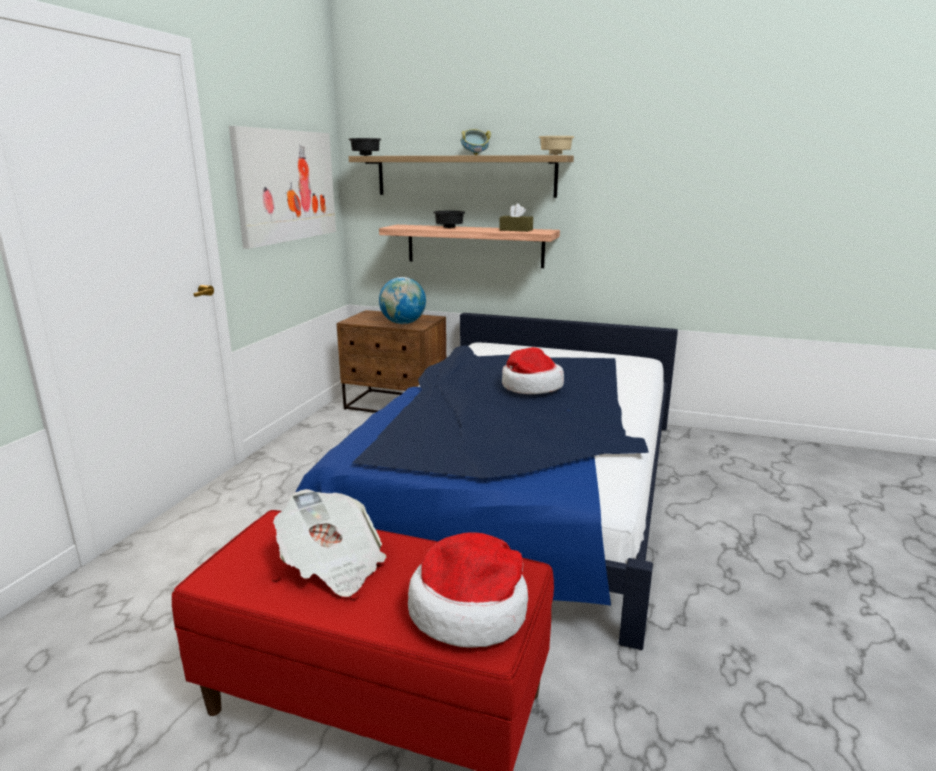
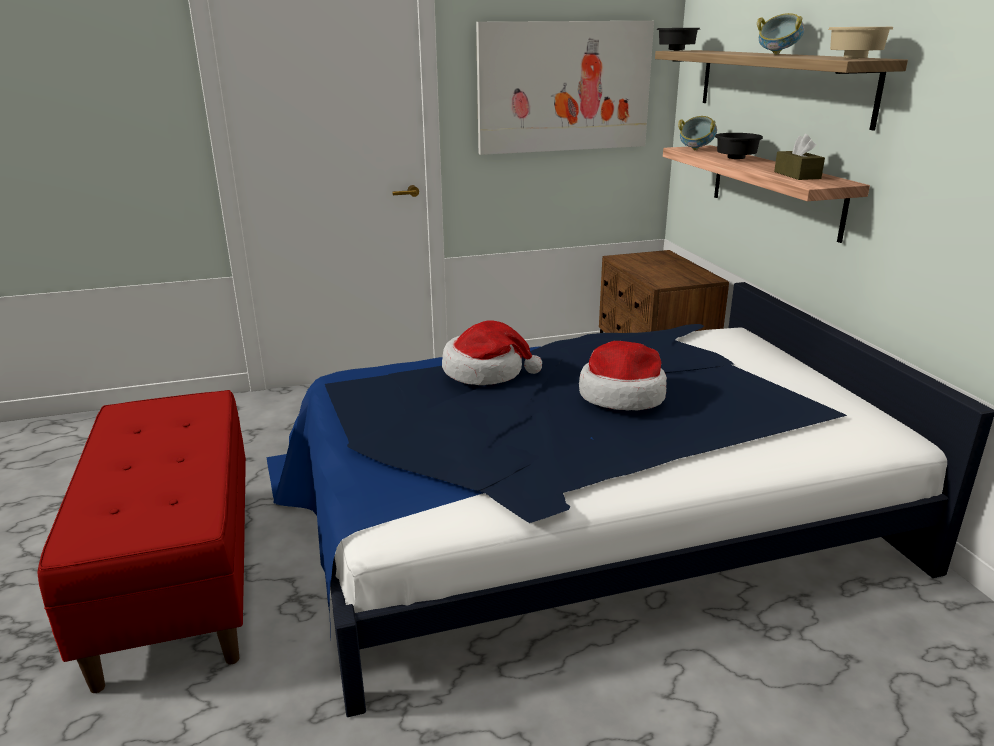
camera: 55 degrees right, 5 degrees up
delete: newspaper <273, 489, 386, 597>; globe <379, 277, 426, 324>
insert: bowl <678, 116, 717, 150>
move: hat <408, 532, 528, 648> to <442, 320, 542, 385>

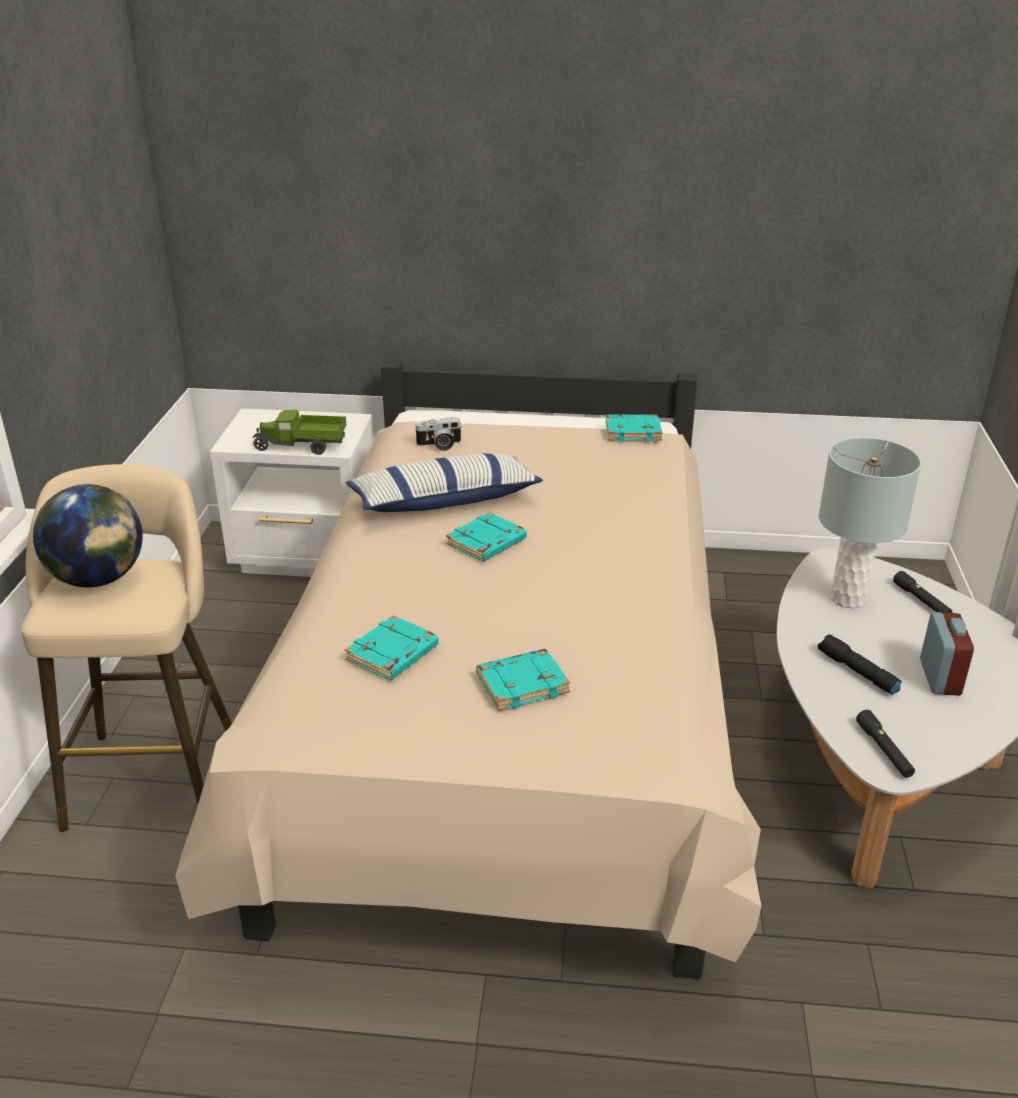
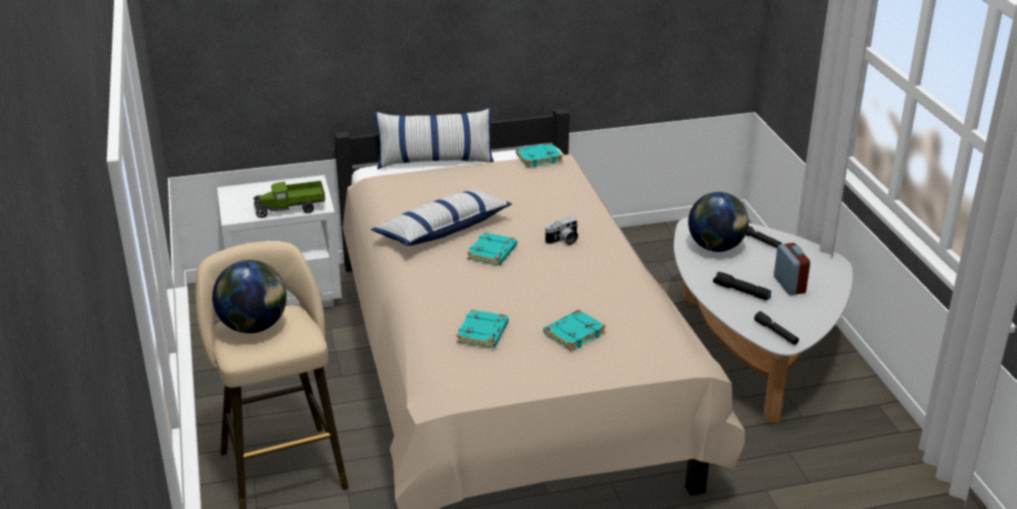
camera: 20 degrees left, 0 degrees up
insert: pillow <374, 108, 494, 169>
move: photo camera <414, 417, 462, 451> to <545, 216, 578, 245>
replace: grey table lamp <819, 437, 921, 609> to globe <688, 192, 749, 252>

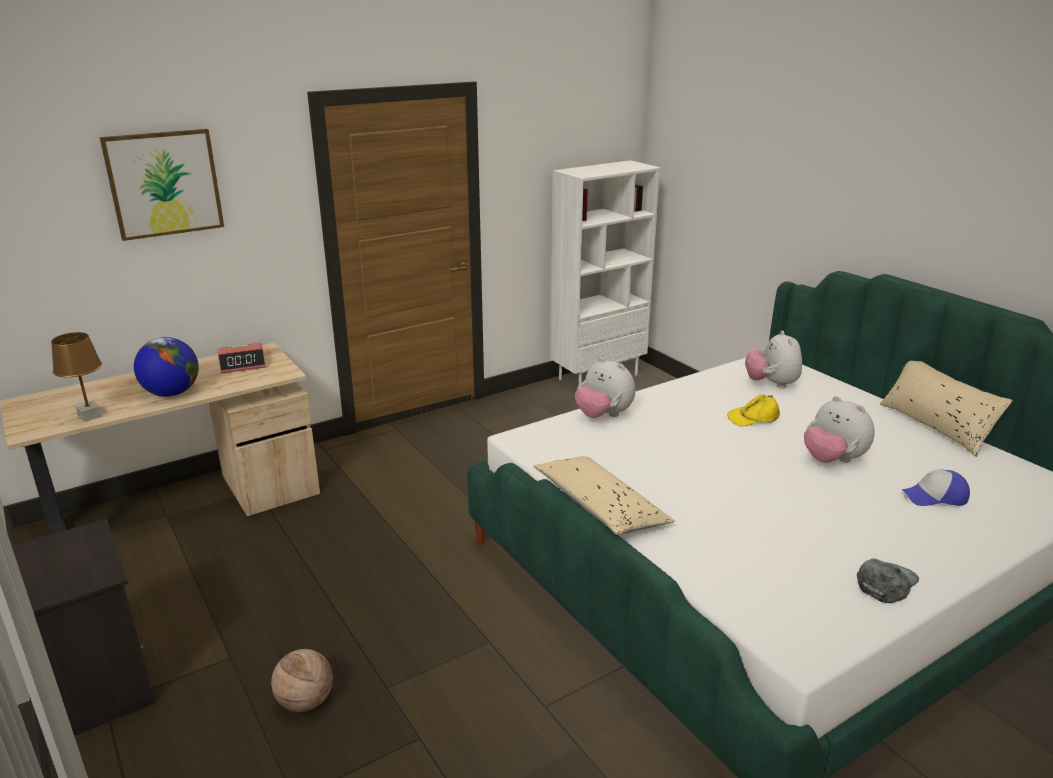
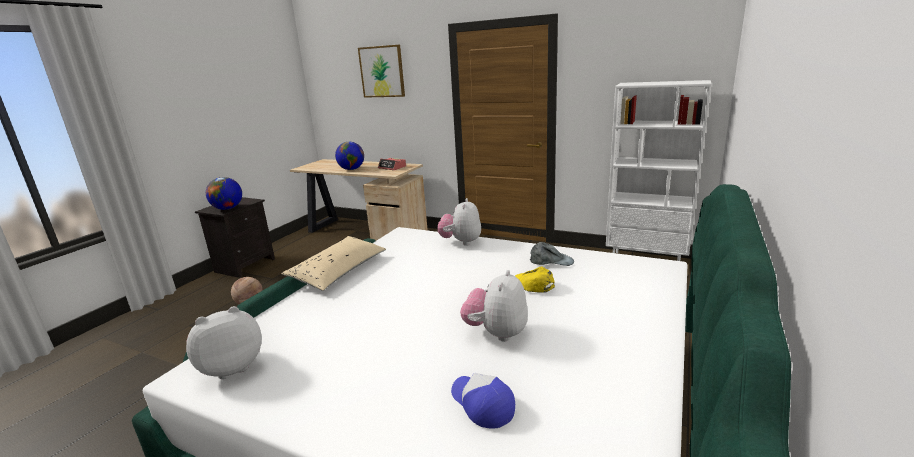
camera: 60 degrees right, 5 degrees down
delete: brown table lamp <51, 332, 102, 422>; beige pillow <880, 361, 1013, 457>
insert: globe <206, 177, 242, 210>
move: plush toy <745, 331, 802, 389> to <186, 306, 262, 379>; grey cap <857, 558, 919, 603> to <530, 242, 574, 266>

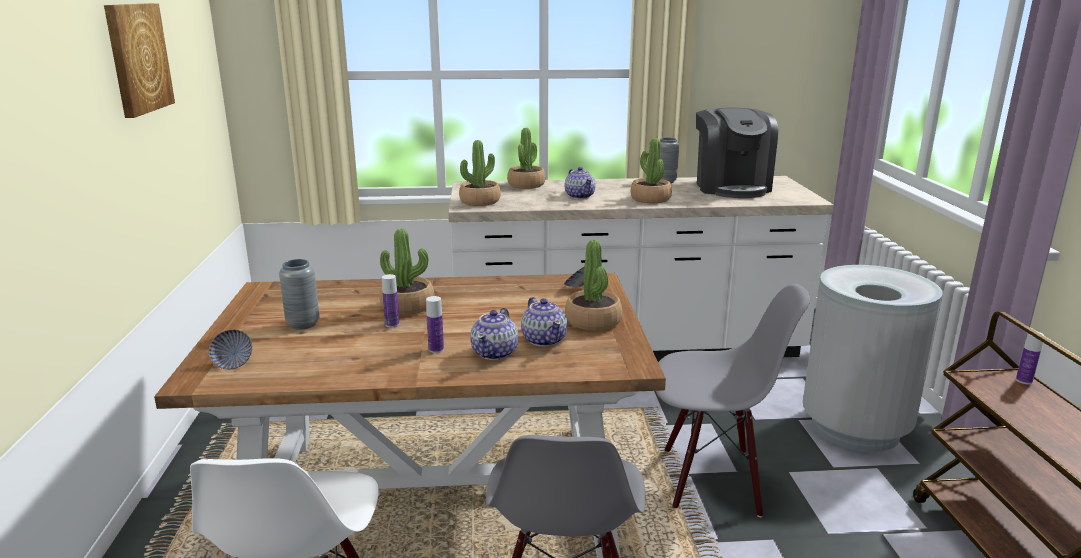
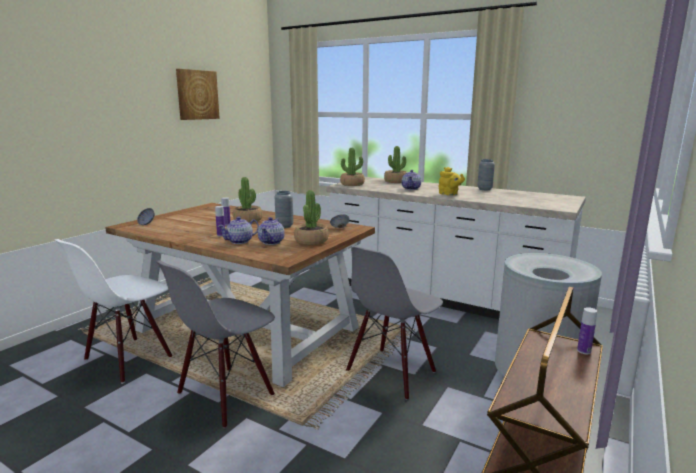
camera: 35 degrees right, 5 degrees down
delete: coffee machine <696, 108, 778, 198>
move: grey vase <279, 259, 320, 330> to <275, 191, 293, 228>
replace: potted plant <631, 138, 672, 203> to yellow teapot <439, 167, 465, 196>
rotate: grey chair <656, 284, 810, 518> = <346, 247, 443, 400> 90 degrees clockwise

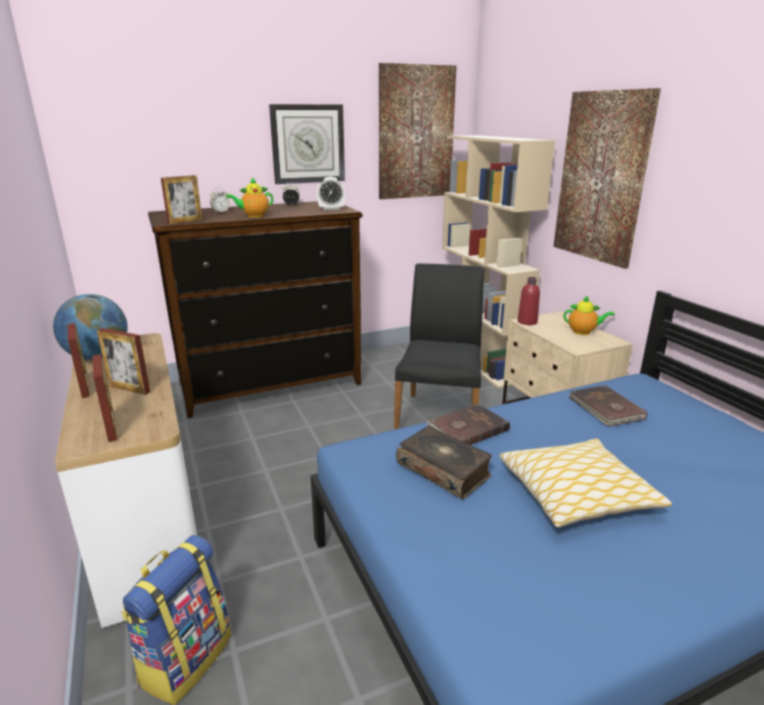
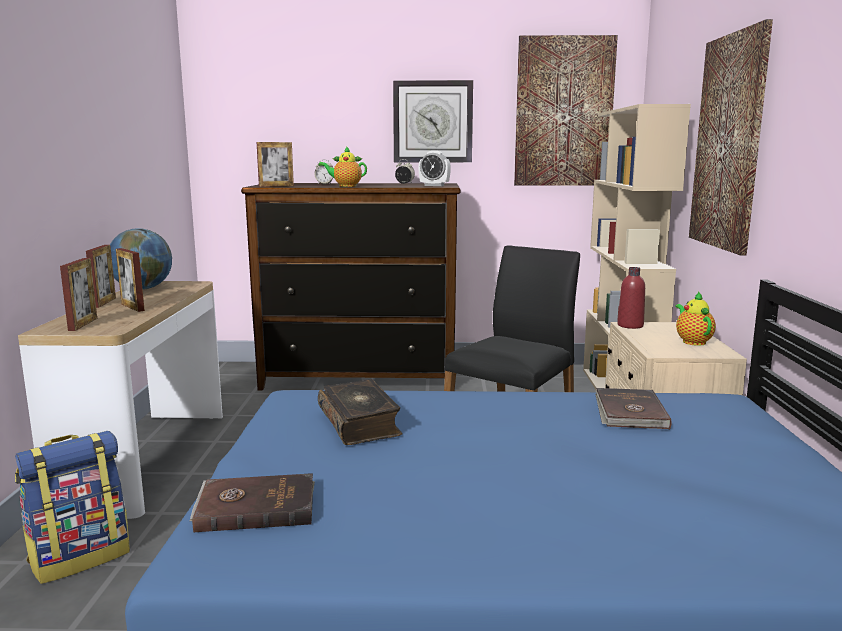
camera: 25 degrees right, 10 degrees down
delete: pillow <500, 439, 672, 528>
move: brown book <426, 404, 510, 445> to <190, 473, 315, 532>
rotate: teapot <564, 296, 615, 335> = <675, 291, 716, 346> 135 degrees counterclockwise

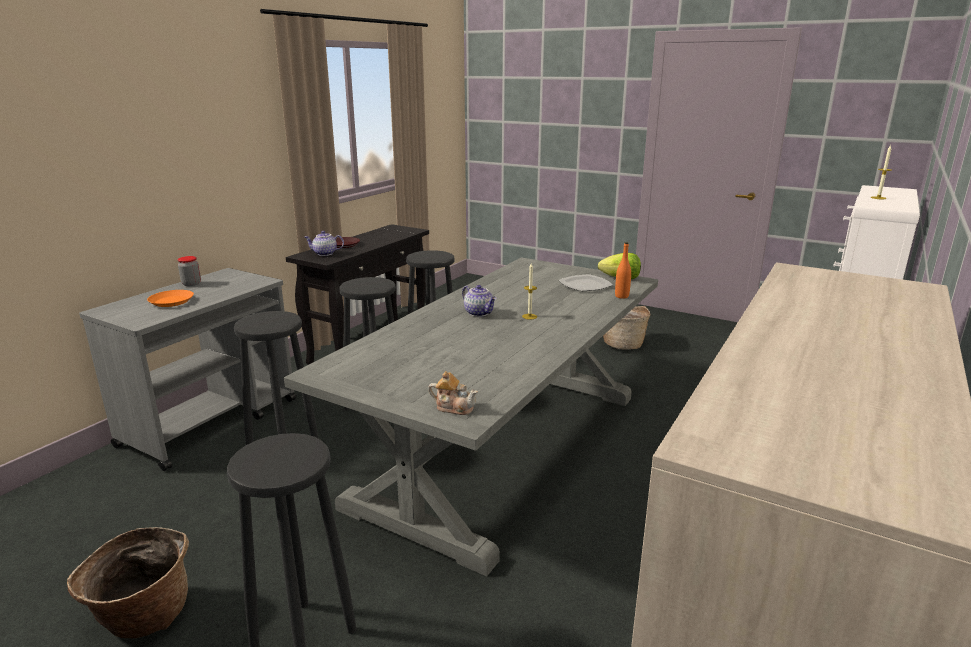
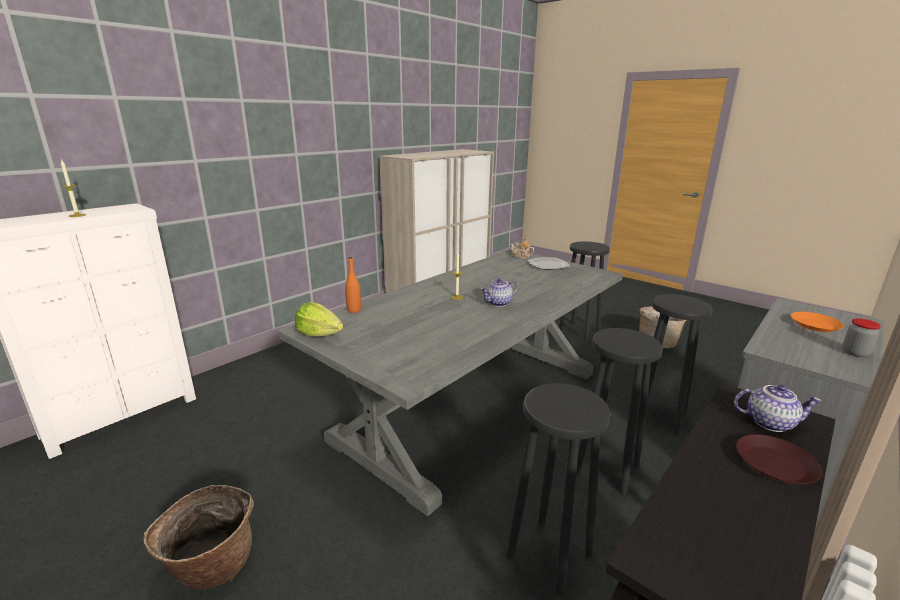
camera: 170 degrees left, 0 degrees up
move: plate <559, 274, 613, 291> to <528, 257, 570, 270>
rotate: teapot <462, 285, 497, 317> = <481, 278, 518, 307> 90 degrees counterclockwise

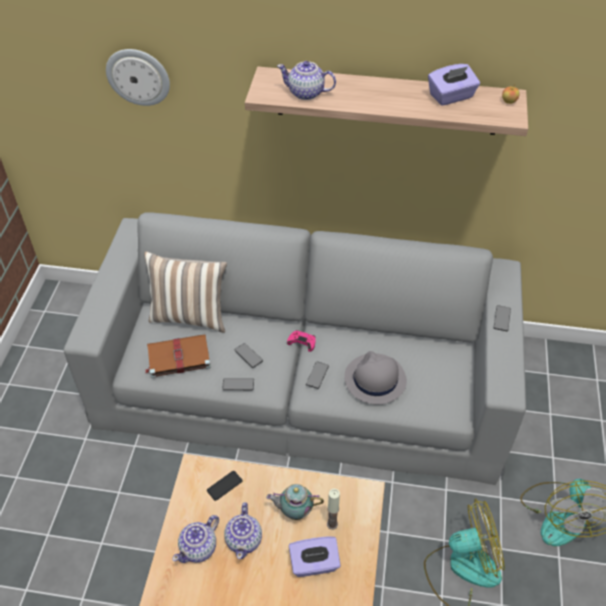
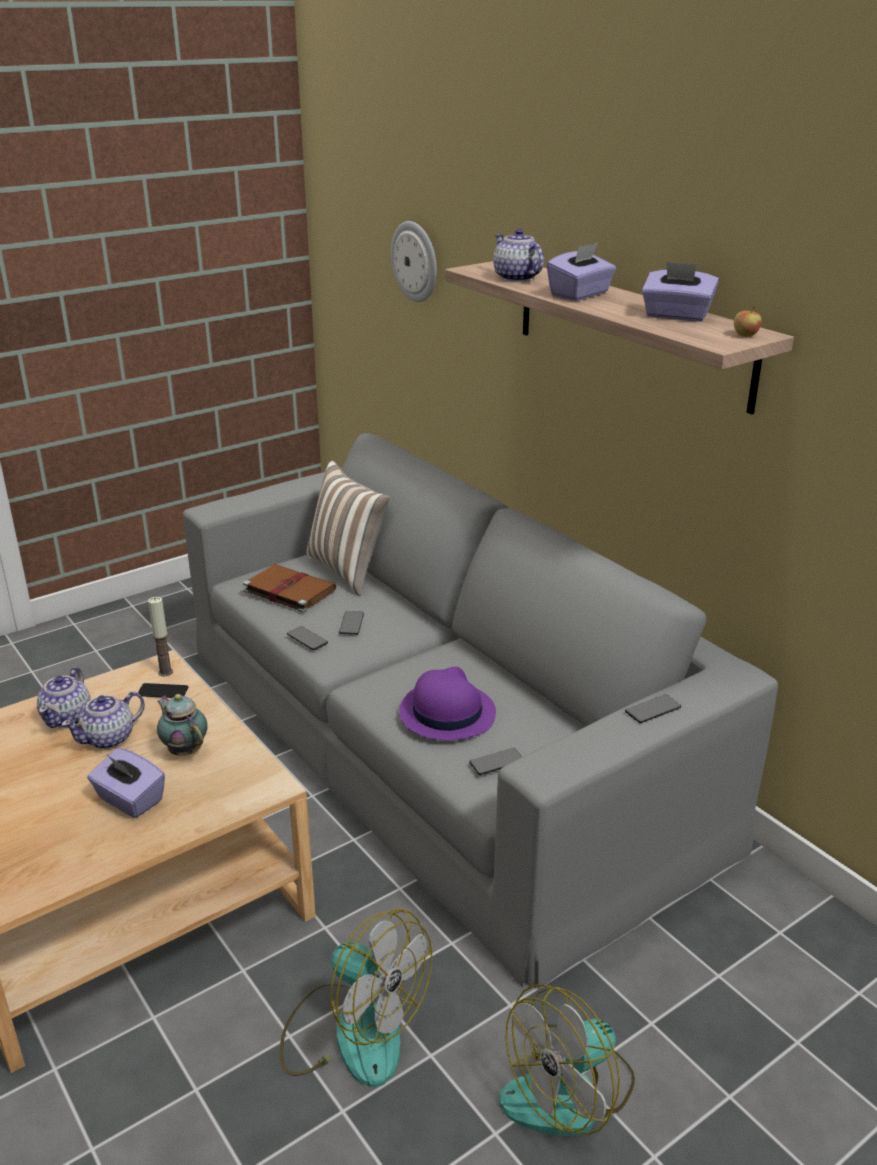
camera: 45 degrees right, 20 degrees down
delete: pink game controller <287, 330, 316, 352>
insert: purple tissue box <547, 243, 616, 301>
move: phone <306, 361, 329, 389> to <470, 748, 522, 775>; candle <327, 488, 340, 530> to <148, 597, 173, 677>
recolor: grey hat <344, 351, 407, 404> to purple hat <399, 667, 496, 740>
rotate: teapot <173, 515, 219, 563> = <37, 667, 91, 728> 75 degrees counterclockwise

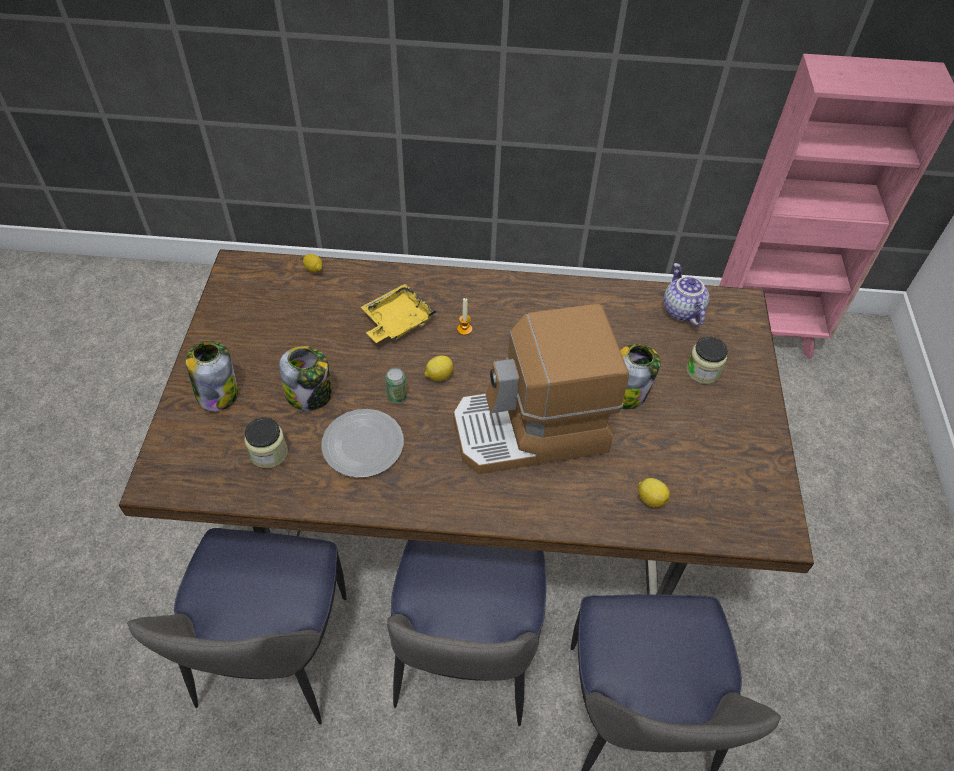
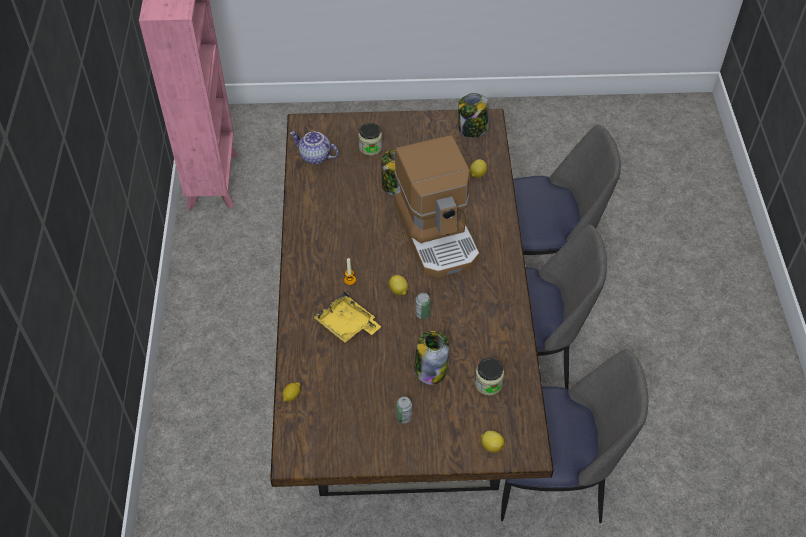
camera: 95 degrees left, 0 degrees up
delete: plate <321, 409, 404, 478>
insert: can <396, 397, 412, 423>; lemon <481, 430, 505, 453>
move: jar <186, 341, 238, 411> to <458, 93, 489, 138>
rotate: teapot <664, 263, 709, 326> = <290, 131, 339, 164> 45 degrees clockwise

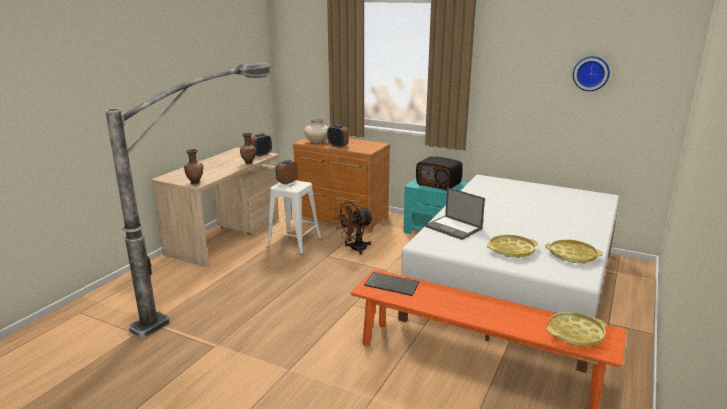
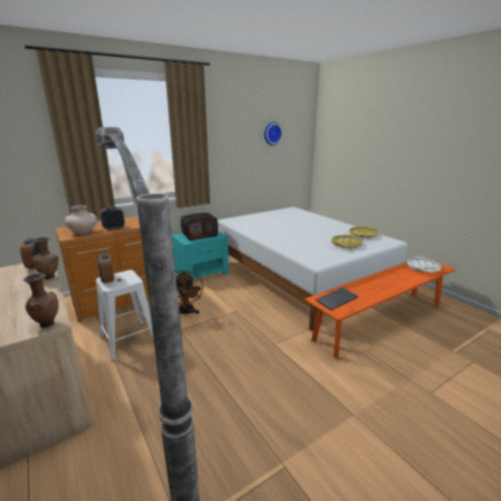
camera: 60 degrees left, 0 degrees up
delete: laptop <425, 187, 485, 240>
recolor: yellow tray <547, 312, 606, 346> to white tray <407, 257, 442, 273>

